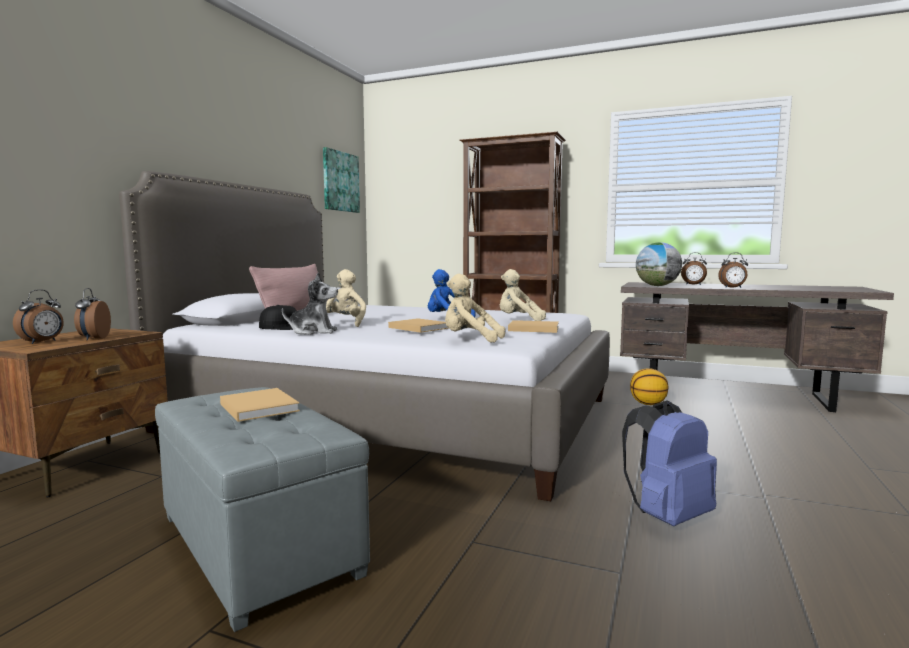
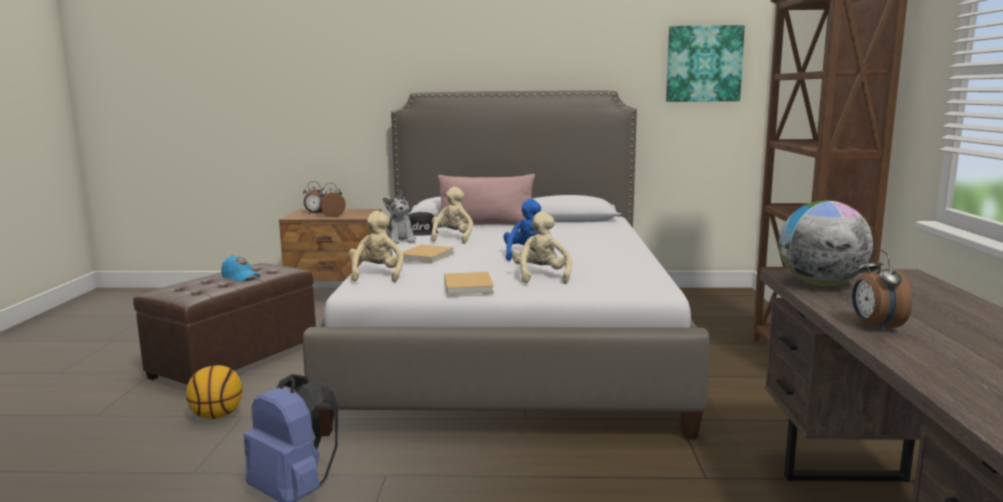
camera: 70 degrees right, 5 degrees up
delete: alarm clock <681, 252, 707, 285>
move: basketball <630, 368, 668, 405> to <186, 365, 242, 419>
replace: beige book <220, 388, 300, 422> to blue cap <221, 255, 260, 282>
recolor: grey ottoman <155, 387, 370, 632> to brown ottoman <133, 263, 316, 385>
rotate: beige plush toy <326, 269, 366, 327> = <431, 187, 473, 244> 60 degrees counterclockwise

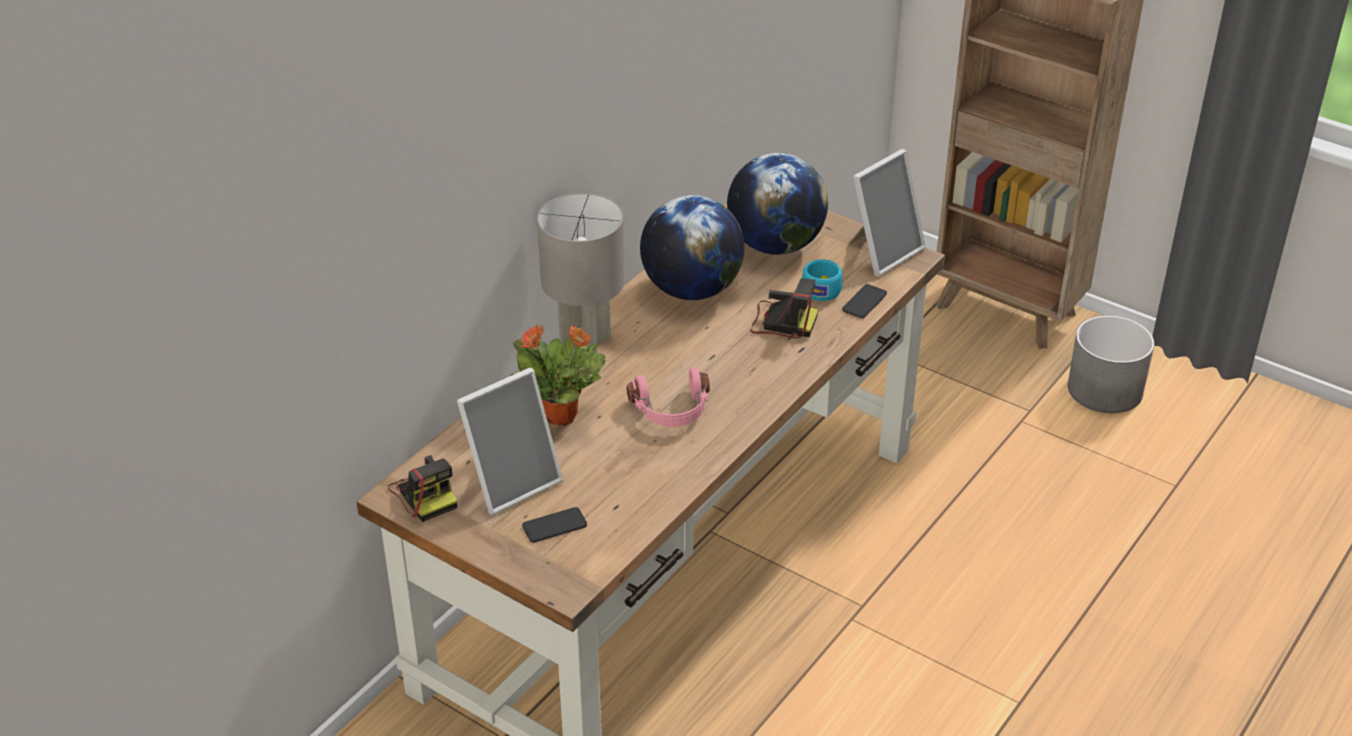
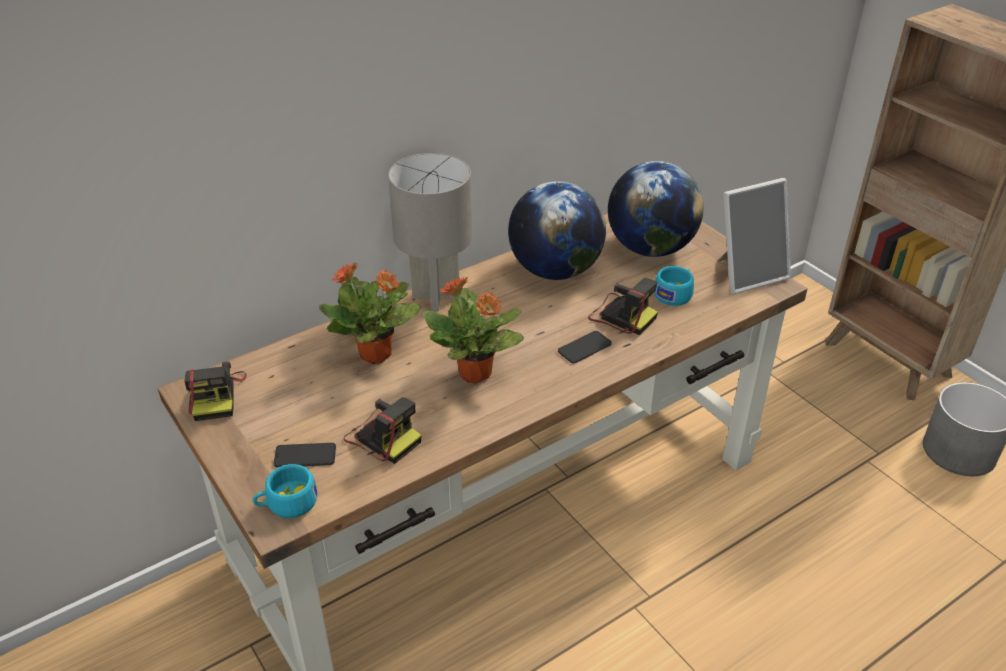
camera: 20 degrees right, 0 degrees up
delete: picture frame <457, 368, 563, 515>
insert: turquoise cup <252, 464, 318, 518>; photo camera <344, 397, 421, 464>
move: phone <842, 284, 887, 318> to <558, 331, 612, 364>
replace: pink headphones <627, 367, 710, 427> to potted plant <423, 277, 524, 384>

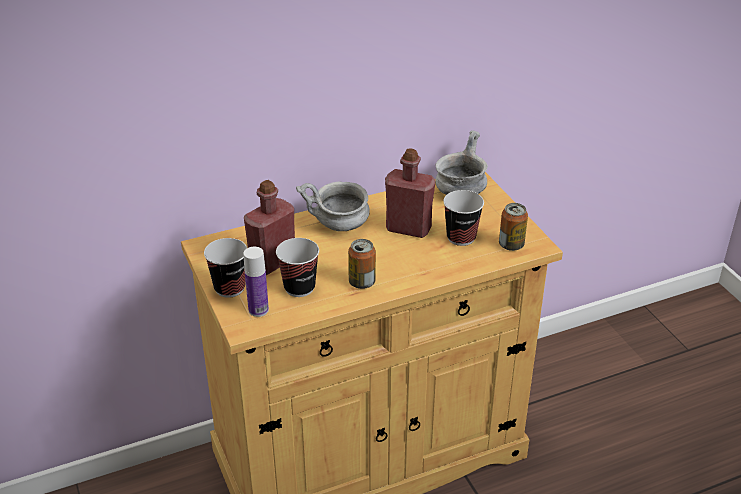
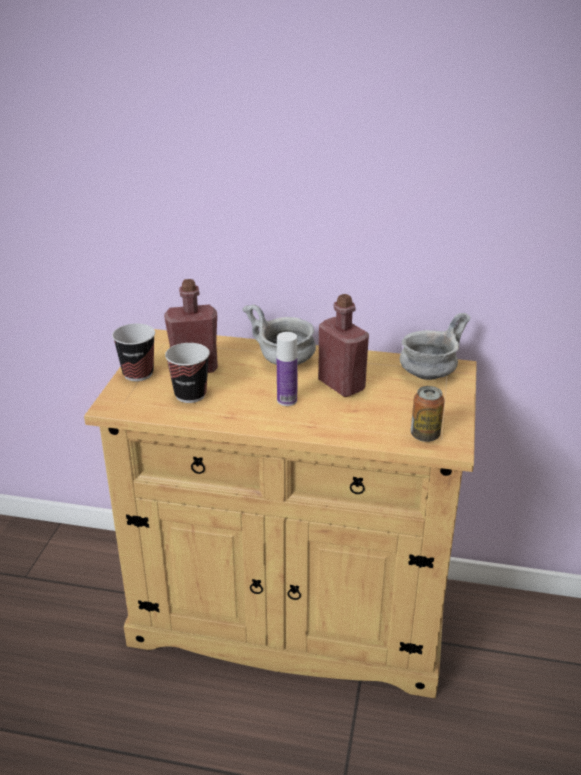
camera: 35 degrees right, 5 degrees down
delete: can <348, 239, 376, 289>; cup <443, 190, 484, 246>
move: bottle <243, 247, 269, 317> to <277, 332, 298, 406>

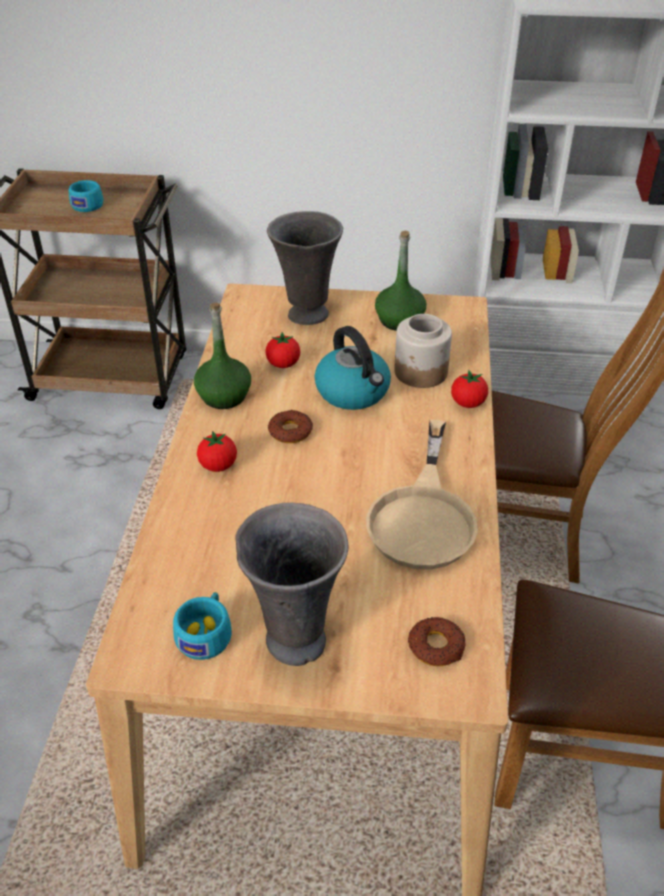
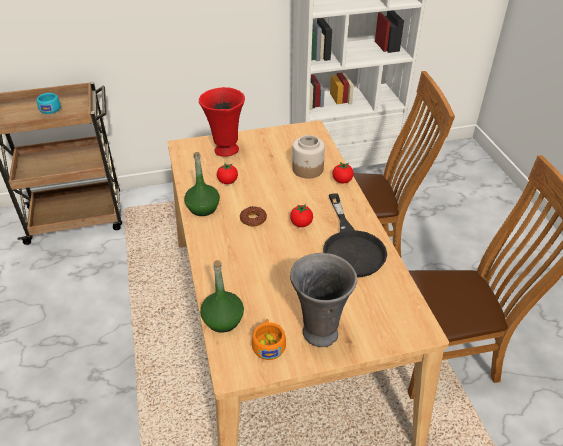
camera: 20 degrees left, 0 degrees up
delete: kettle <314, 326, 391, 410>; donut <408, 617, 465, 666>
move: tomato <197, 431, 237, 472> to <290, 204, 313, 227>; green bottle <375, 231, 426, 331> to <200, 260, 244, 333>
recolor: turquoise cup <173, 592, 232, 660> to orange cup <252, 319, 286, 360>; grey vase <267, 211, 343, 325> to red vase <199, 87, 245, 157>; beige frying pan <366, 420, 478, 570> to black frying pan <323, 193, 387, 277>

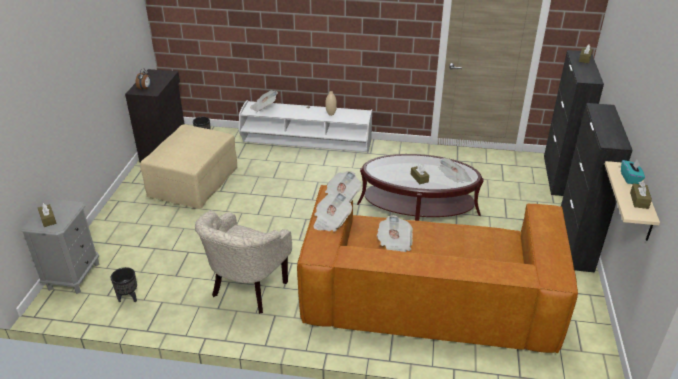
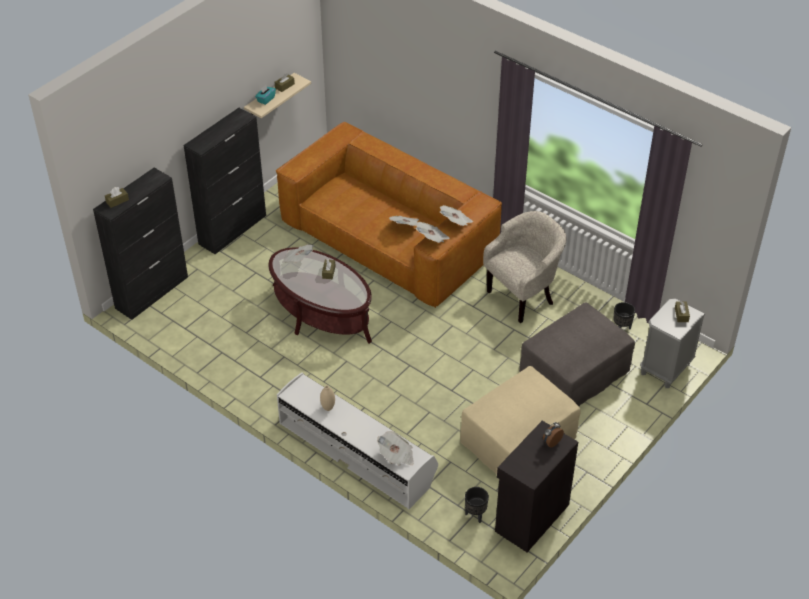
camera: 150 degrees left, 10 degrees up
insert: grey ottoman <519, 302, 635, 406>

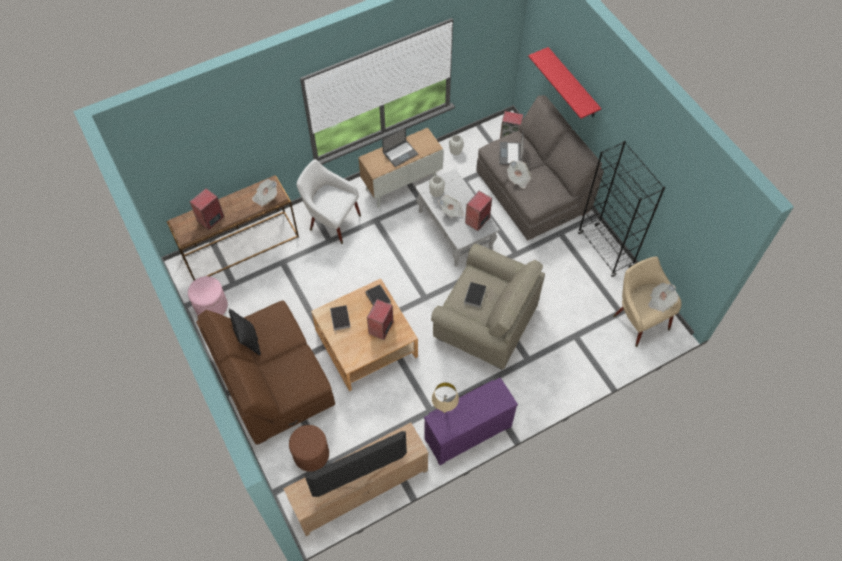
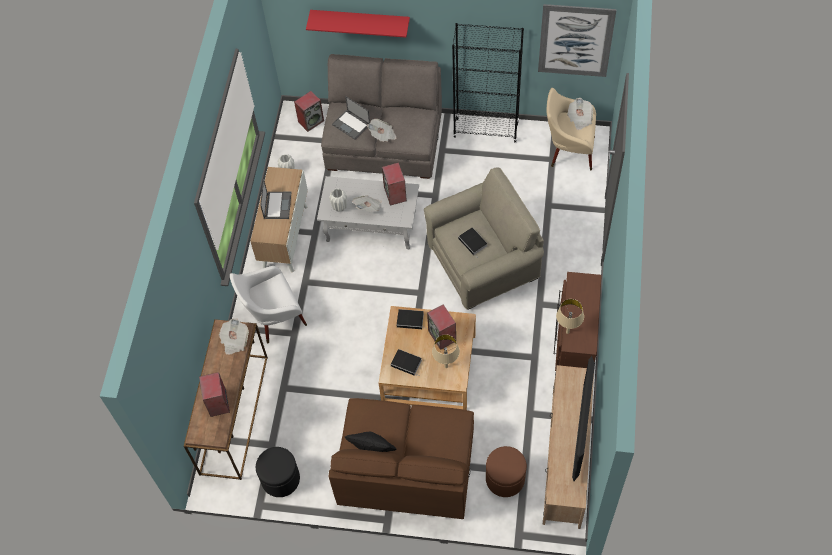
camera: 50 degrees left, 0 degrees up
insert: beige table lamp <432, 334, 460, 368>; picture <538, 4, 617, 77>
recolor: pink ottoman <188, 276, 228, 316> to black ottoman <256, 447, 300, 497>; purple dresser <424, 378, 518, 465> to brown dresser <554, 272, 602, 371>

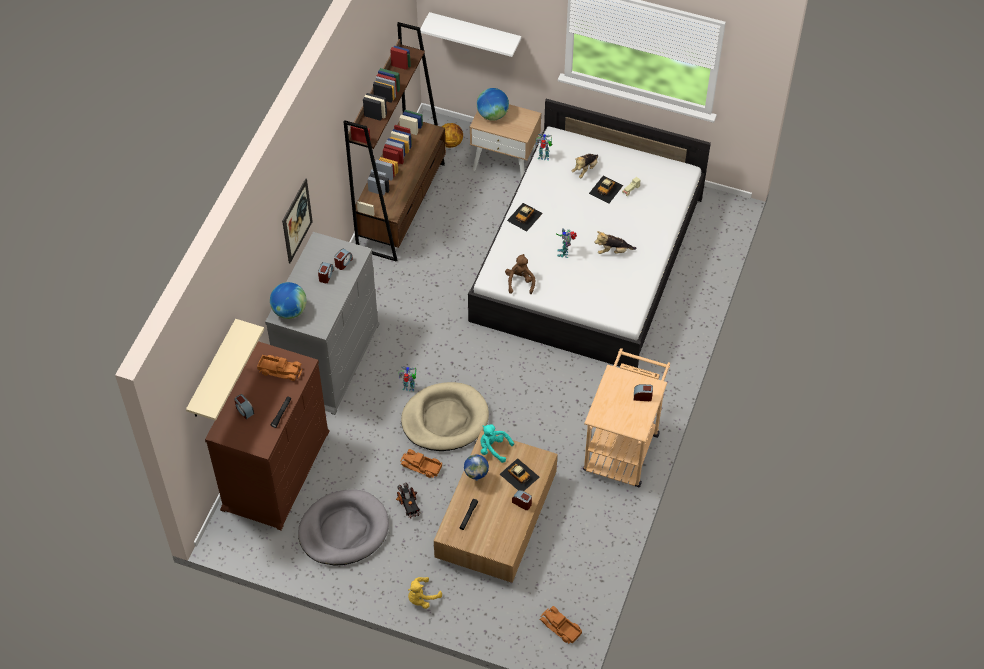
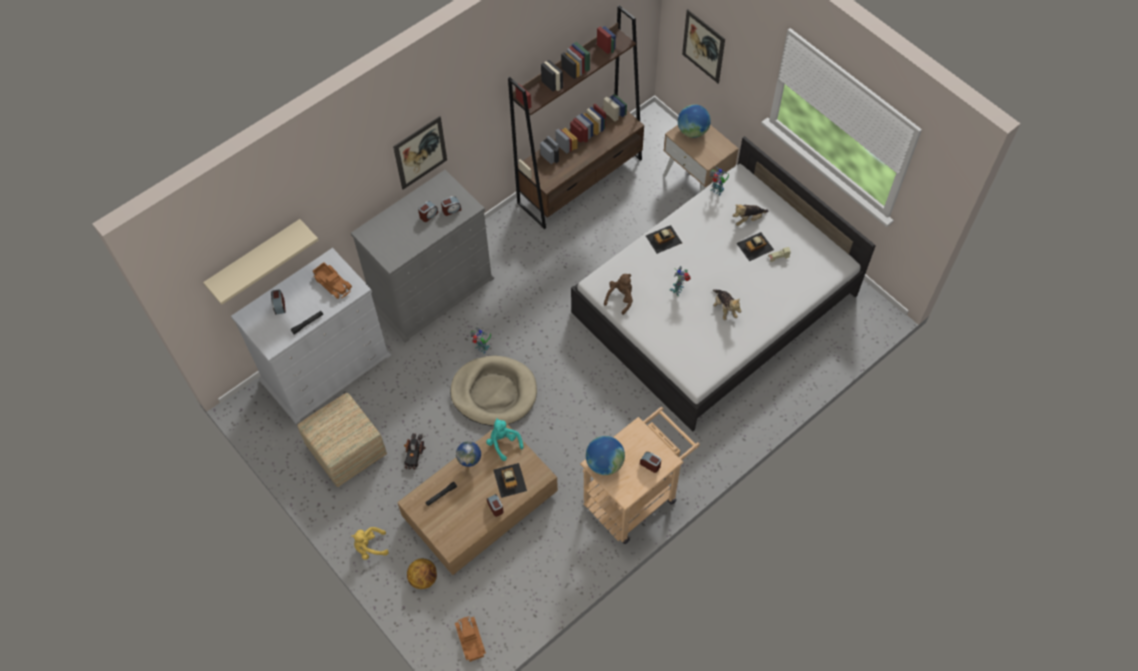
camera: 30 degrees right, 5 degrees up
delete: toy truck <400, 449, 442, 478>
move: globe <270, 282, 307, 319> to <586, 436, 625, 475>; basketball <442, 123, 463, 148> to <407, 558, 437, 589>
replace: grey dog bed <298, 489, 389, 566> to ottoman <297, 393, 387, 487>; white shelf <420, 12, 521, 57> to picture <682, 9, 725, 84>
recolor: brown dresser <205, 341, 330, 530> to white dresser <231, 248, 391, 424>
rotate: plush toy <595, 231, 637, 254> = <713, 289, 741, 320> 135 degrees counterclockwise

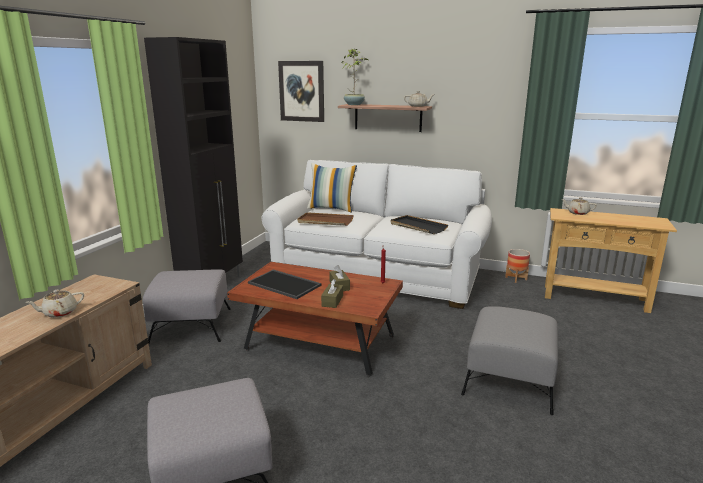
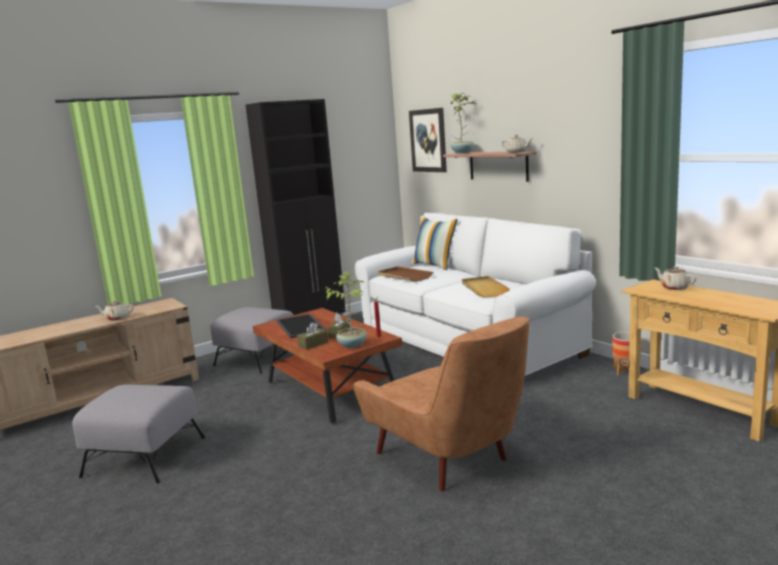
camera: 35 degrees right, 5 degrees down
insert: potted plant <324, 271, 367, 349>
replace: grey ottoman <461, 306, 558, 415> to brown armchair <352, 317, 530, 491>
recolor: black tray <391, 215, 448, 234> to beige tray <462, 276, 510, 297>

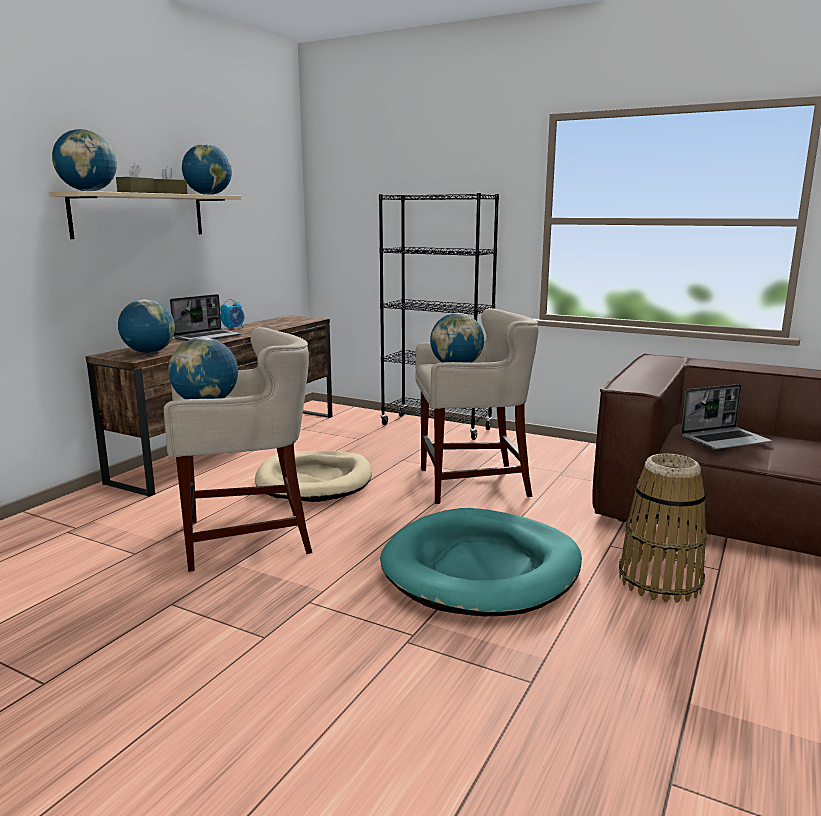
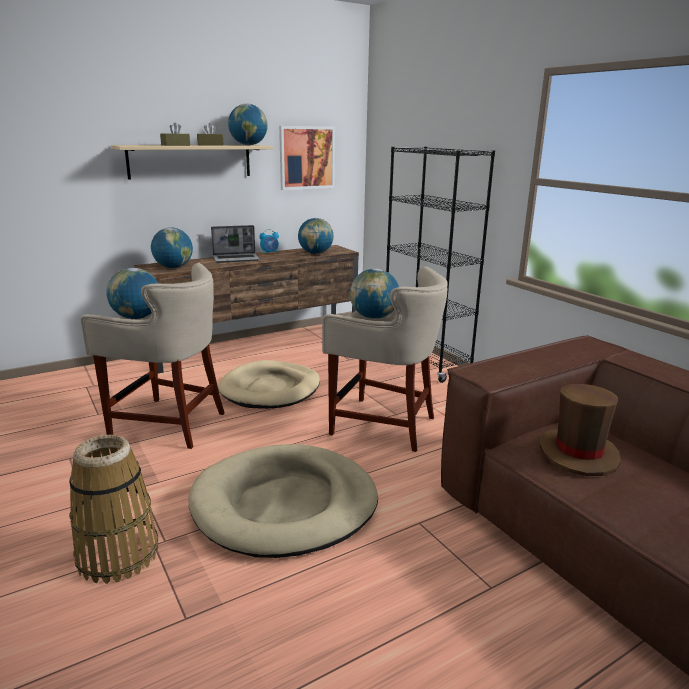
camera: 30 degrees right, 5 degrees up
insert: picture <279, 126, 335, 190>
move: globe <52, 129, 117, 191> to <298, 218, 334, 254>; basket <619, 453, 707, 603> to <69, 435, 158, 584>
replace: laptop <681, 384, 772, 450> to brown hat <539, 384, 621, 476>
recolor: turquoise dog bed <380, 508, 582, 616> to beige dog bed <188, 444, 378, 558>

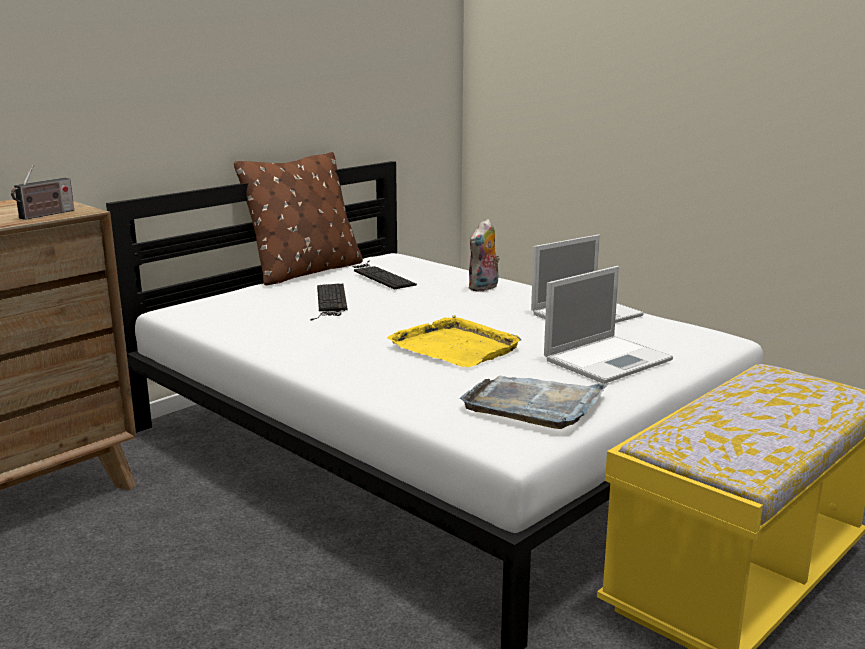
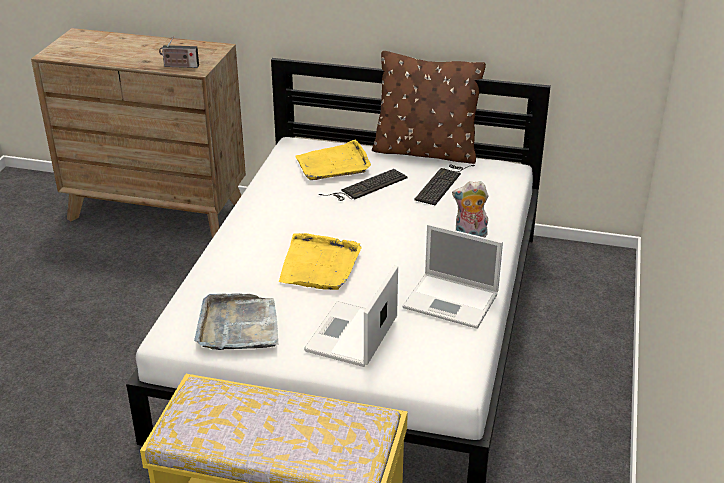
camera: 60 degrees right, 15 degrees up
insert: yellow tray <296, 139, 371, 180>
rotate: laptop <544, 266, 673, 384> = <304, 265, 398, 367> 90 degrees clockwise

